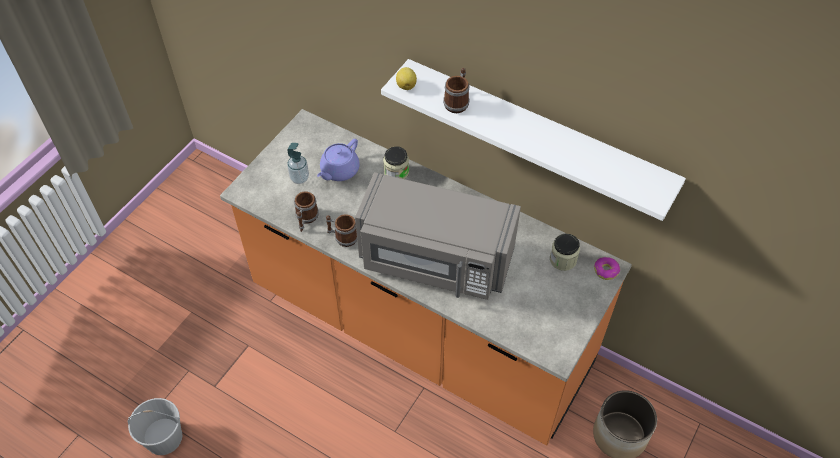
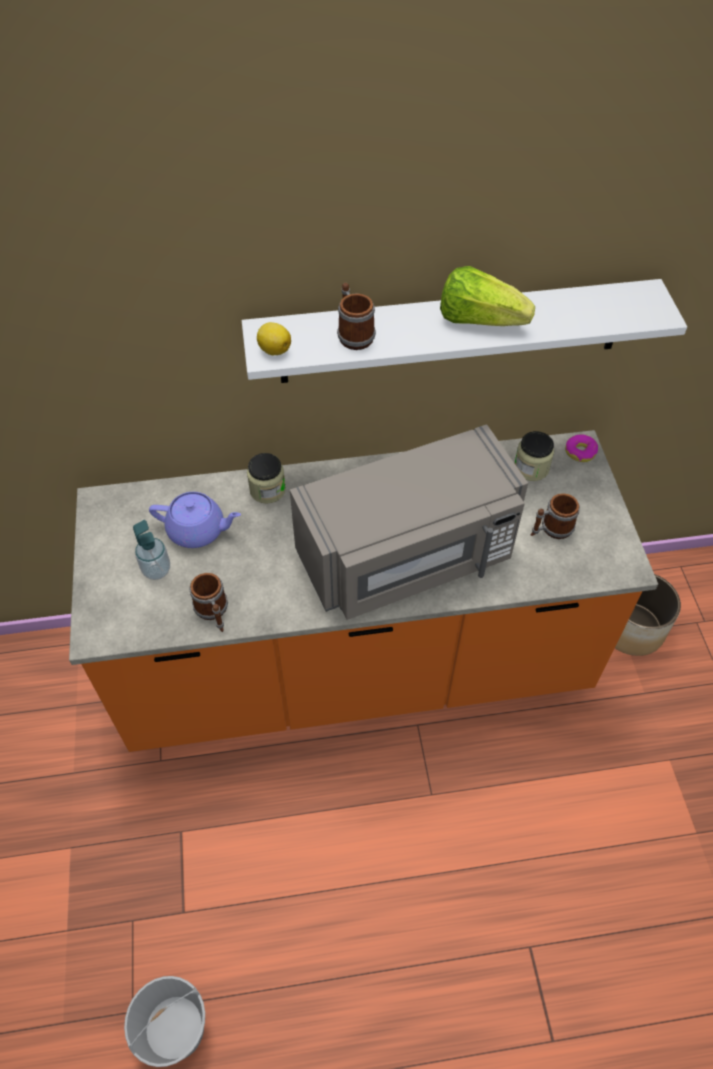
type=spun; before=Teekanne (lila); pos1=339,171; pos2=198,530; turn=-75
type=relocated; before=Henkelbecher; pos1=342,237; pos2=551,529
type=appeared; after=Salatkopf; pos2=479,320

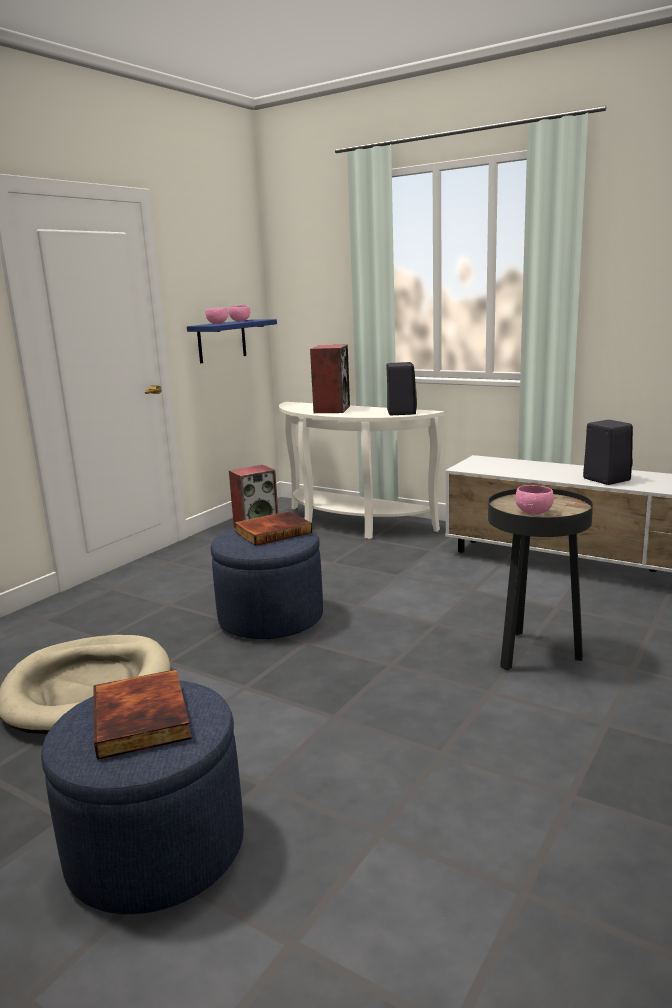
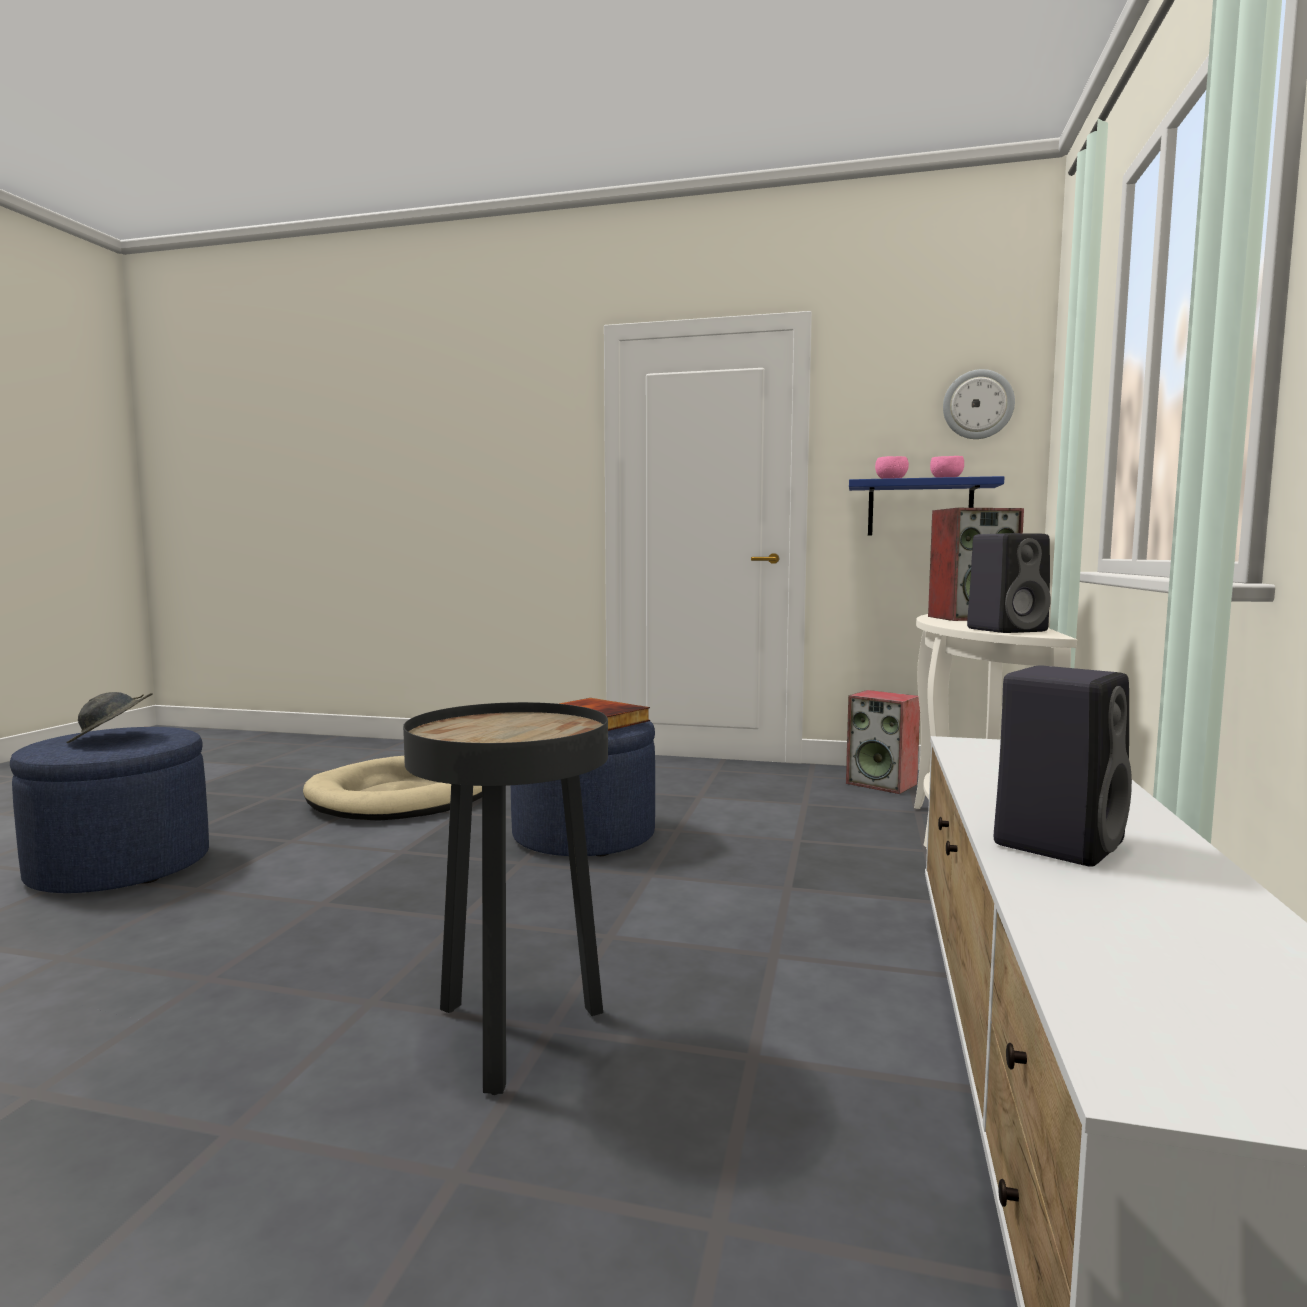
type=missing; before=Schüssel (rosa); pos1=535,512
type=exchanged; before=Buch; after=Hut (grau); pos1=144,718; pos2=112,738
type=appeared; after=Wanduhr; pos2=978,404

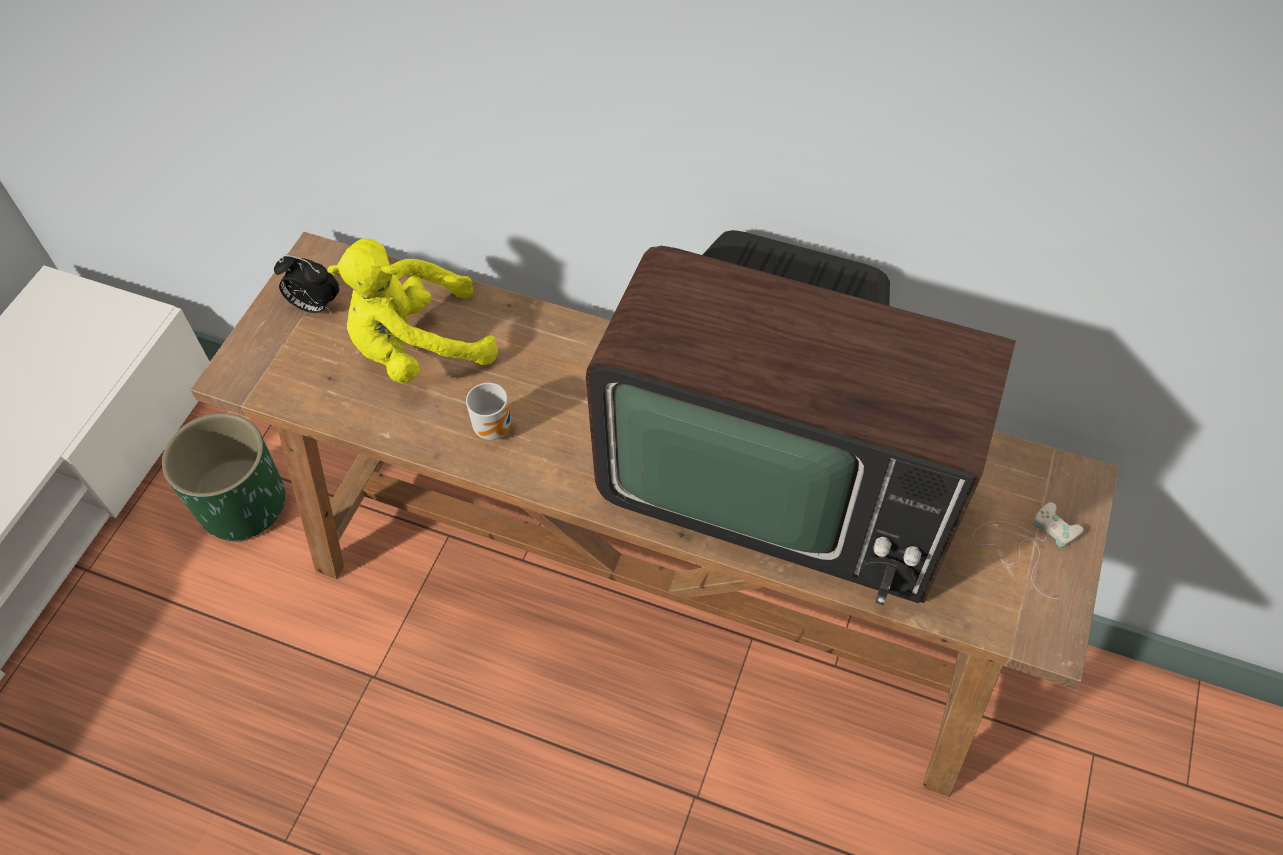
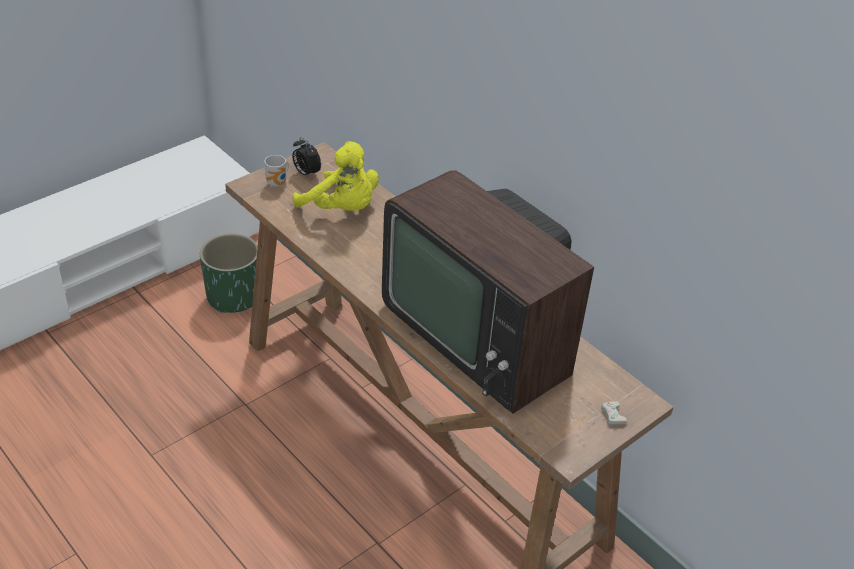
type=spun; before=Plüschtier (gelb); pos1=417,348; pos2=342,209; turn=-150
type=relocated; before=Henkelbecher; pos1=496,427; pos2=278,183

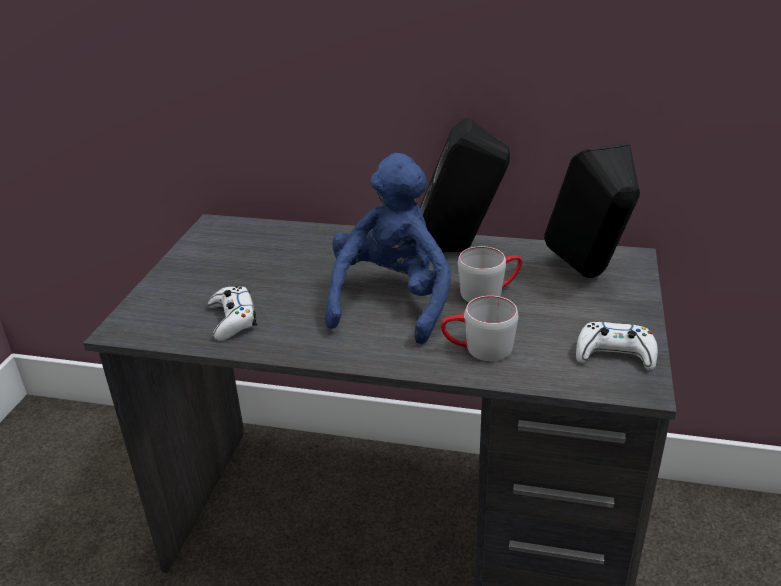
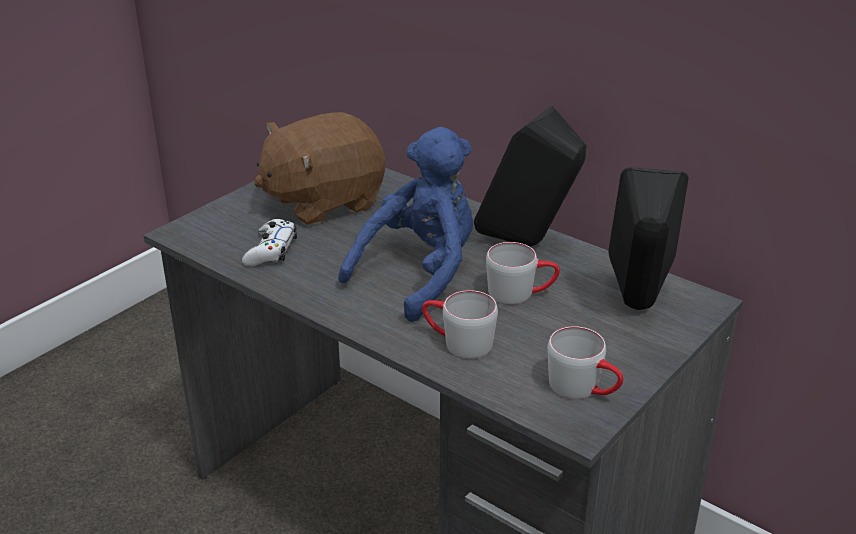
type=exchanged; before=Gamepad (weiß); after=Henkelbecher (grau); pos1=614,354; pos2=584,389
type=appeared; after=Plüschtier (braun); pos2=323,202

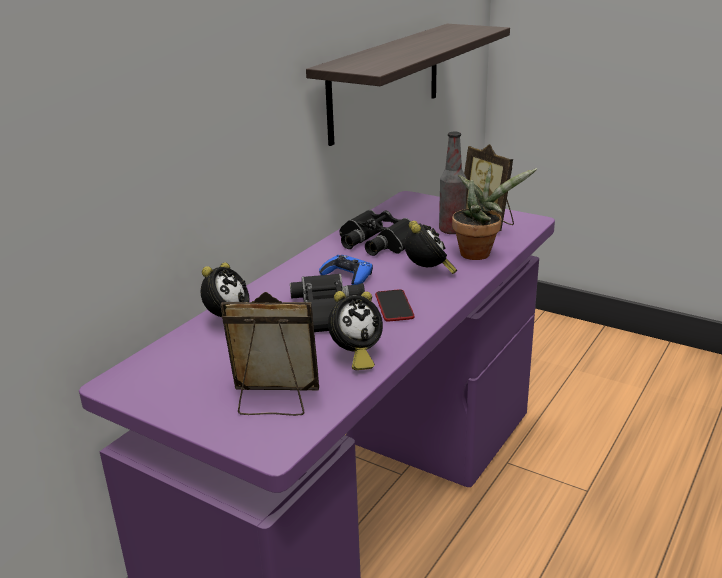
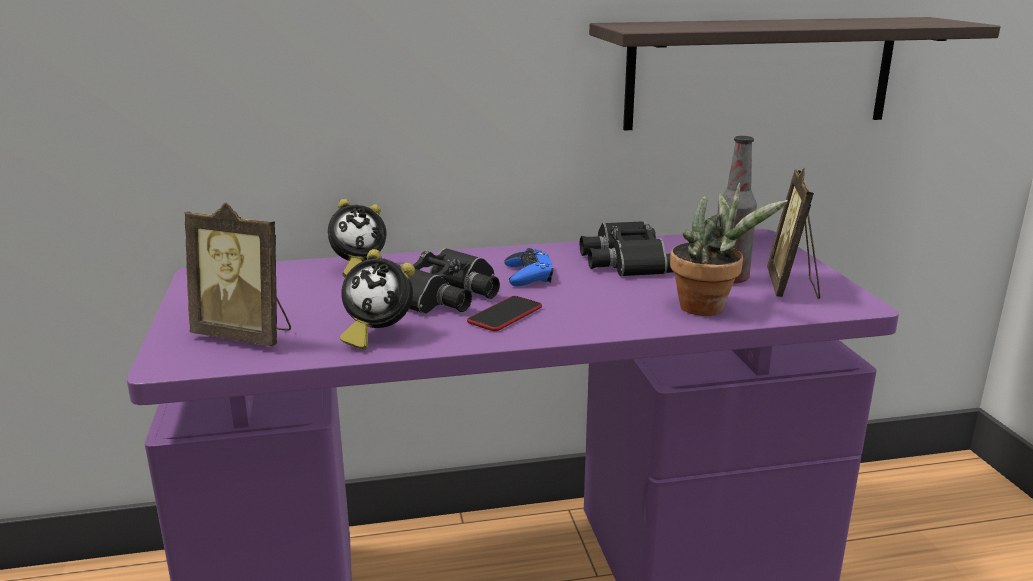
type=missing; before=Wecker; pos1=428,273
type=spun; before=Bilderrahmen; pos1=274,402; pos2=246,335; turn=150

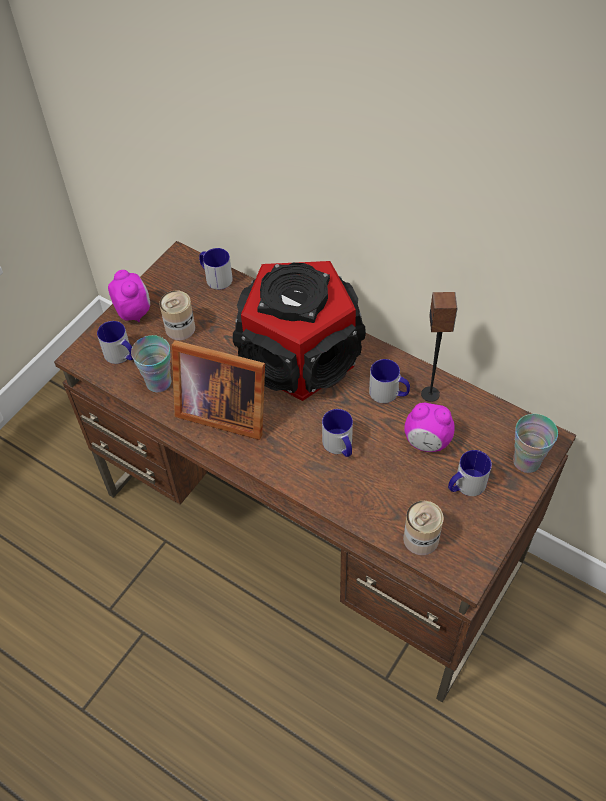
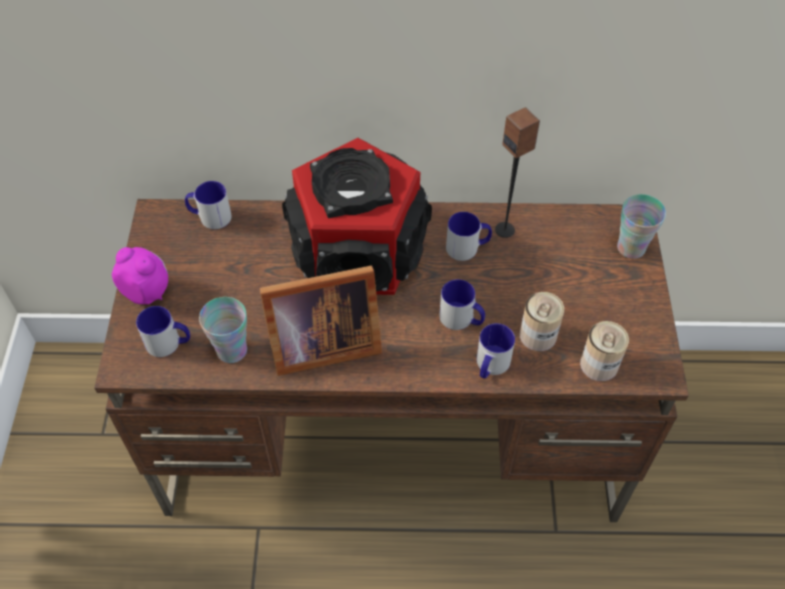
type=relocated; before=Dose; pos1=180,328; pos2=538,335
type=missing; before=Wecker; pos1=427,442
type=relocated; before=Henkelbecher; pos1=465,485; pos2=490,366

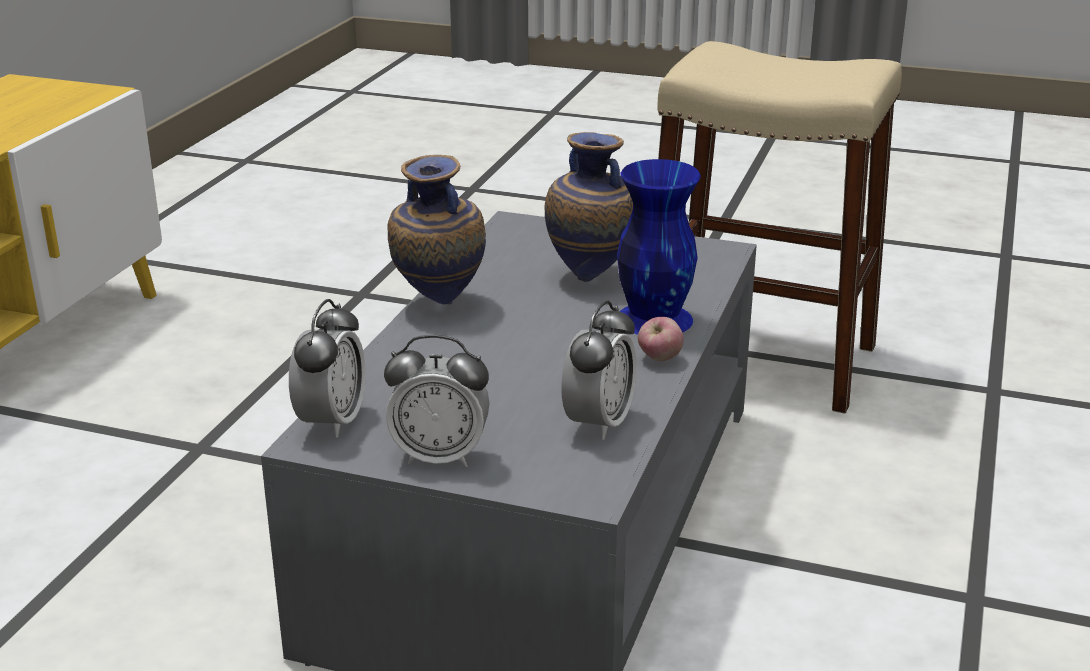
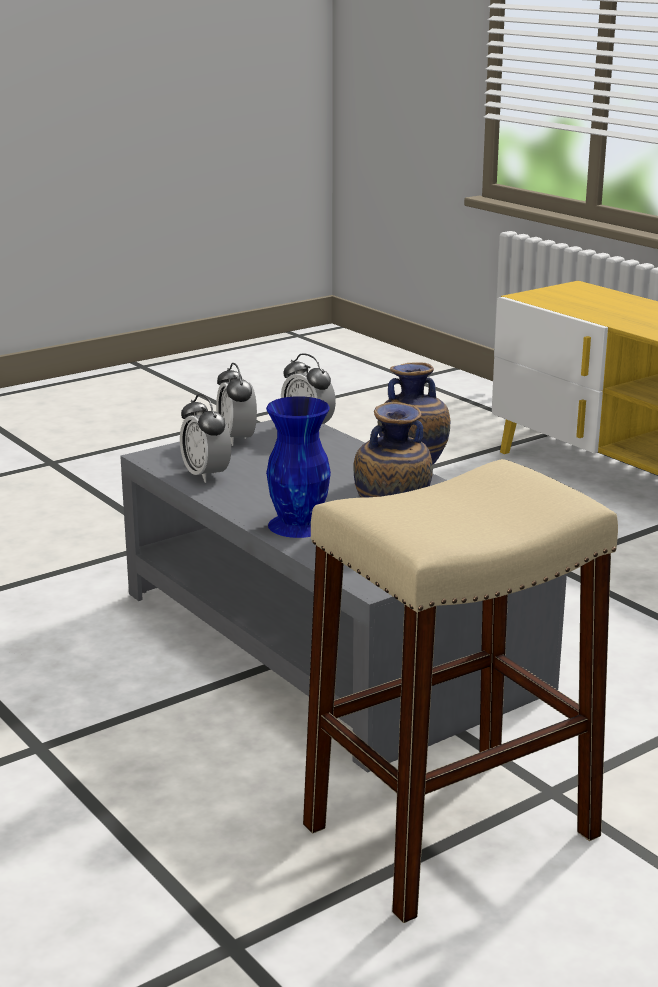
type=missing; before=Apfel; pos1=660,359
type=spun; before=Wecker; pos1=440,456; pos2=237,439; turn=-60

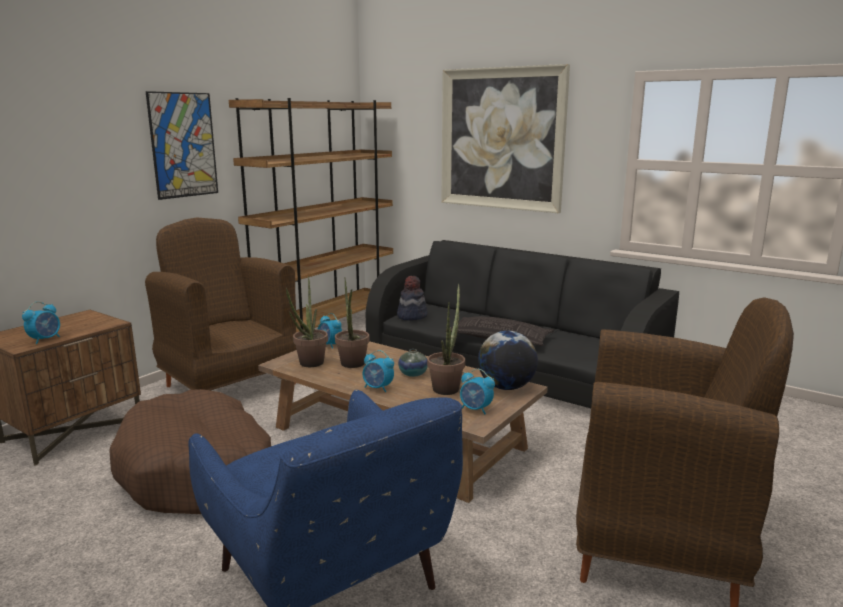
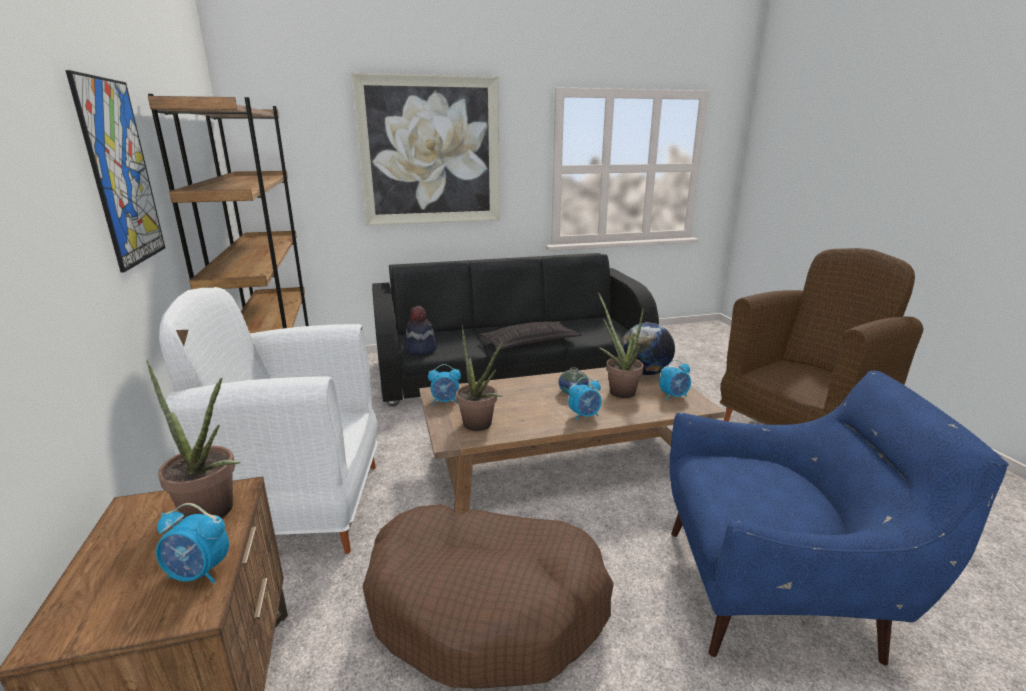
type=colour; before=Sessel (braun); after=Sessel (weiß); pos1=230,385; pos2=301,508
type=relocated; before=Topfpflanze; pos1=353,365; pos2=214,515
type=spun; before=Wecker; pos1=45,339; pos2=199,573; turn=120

